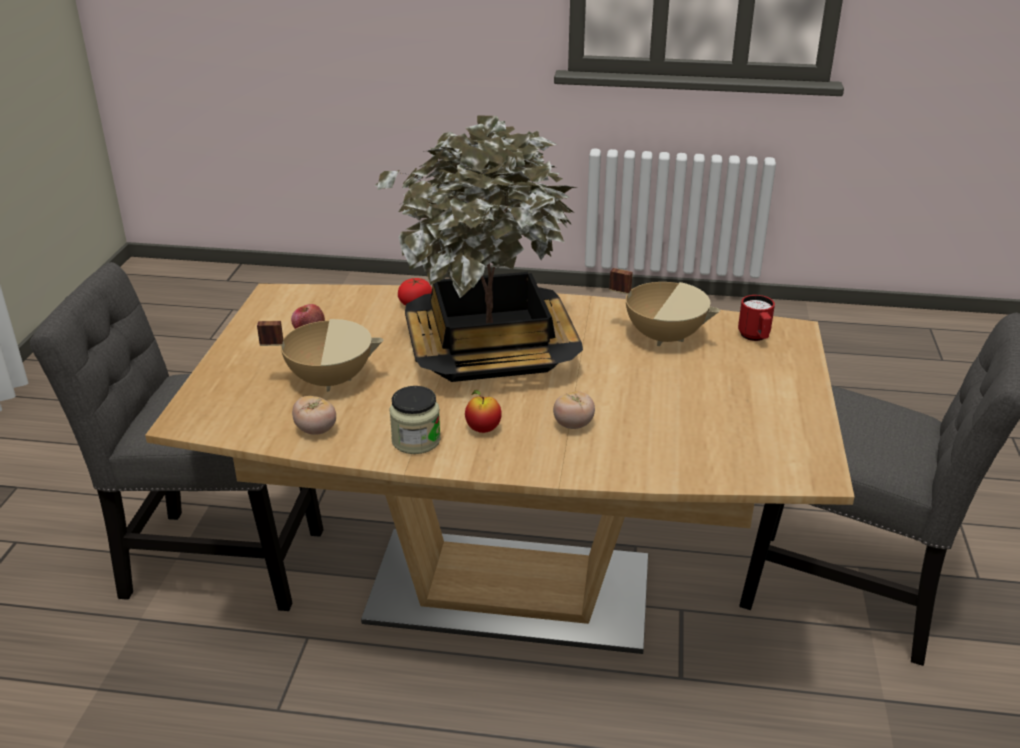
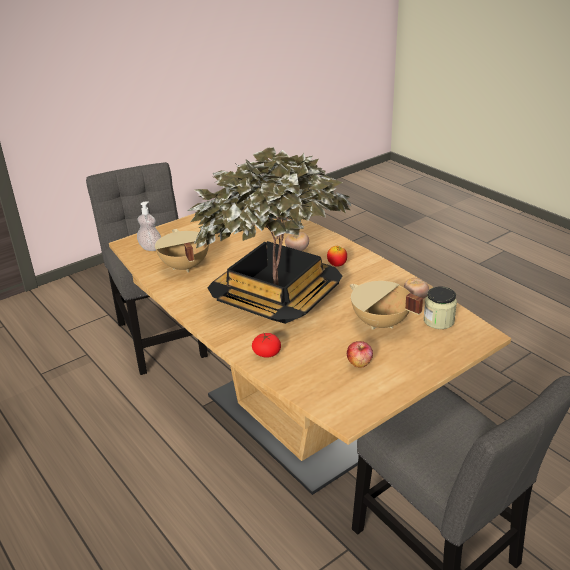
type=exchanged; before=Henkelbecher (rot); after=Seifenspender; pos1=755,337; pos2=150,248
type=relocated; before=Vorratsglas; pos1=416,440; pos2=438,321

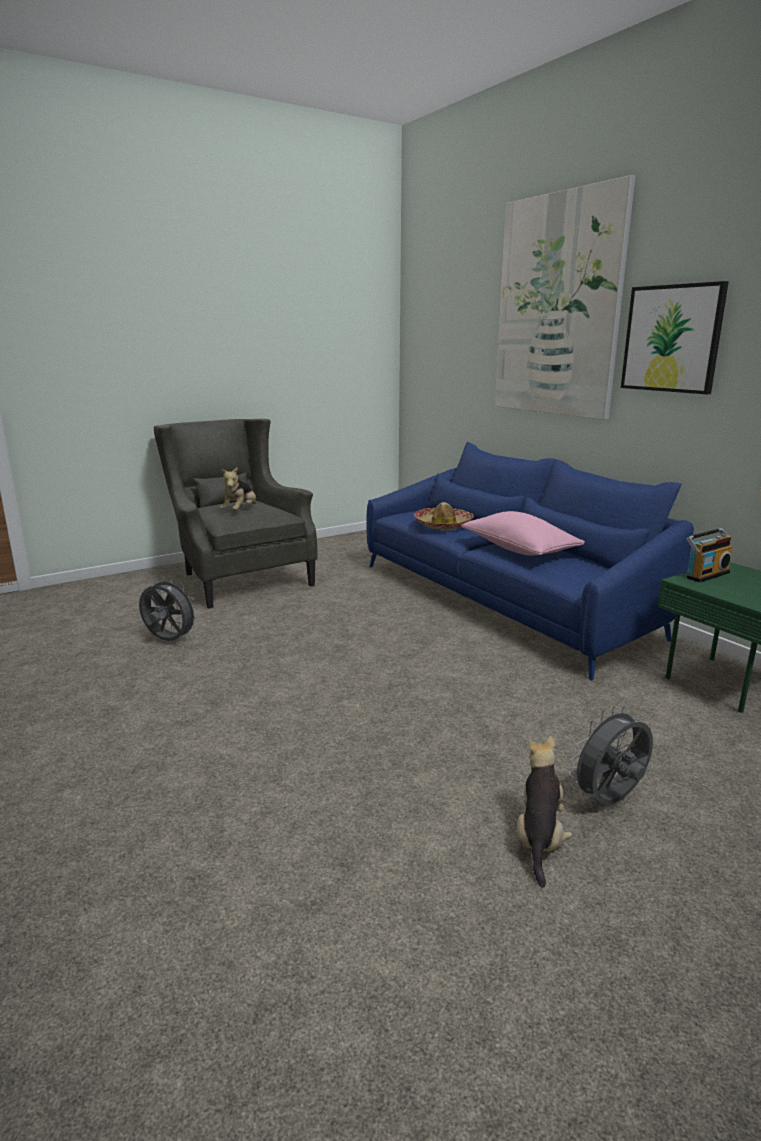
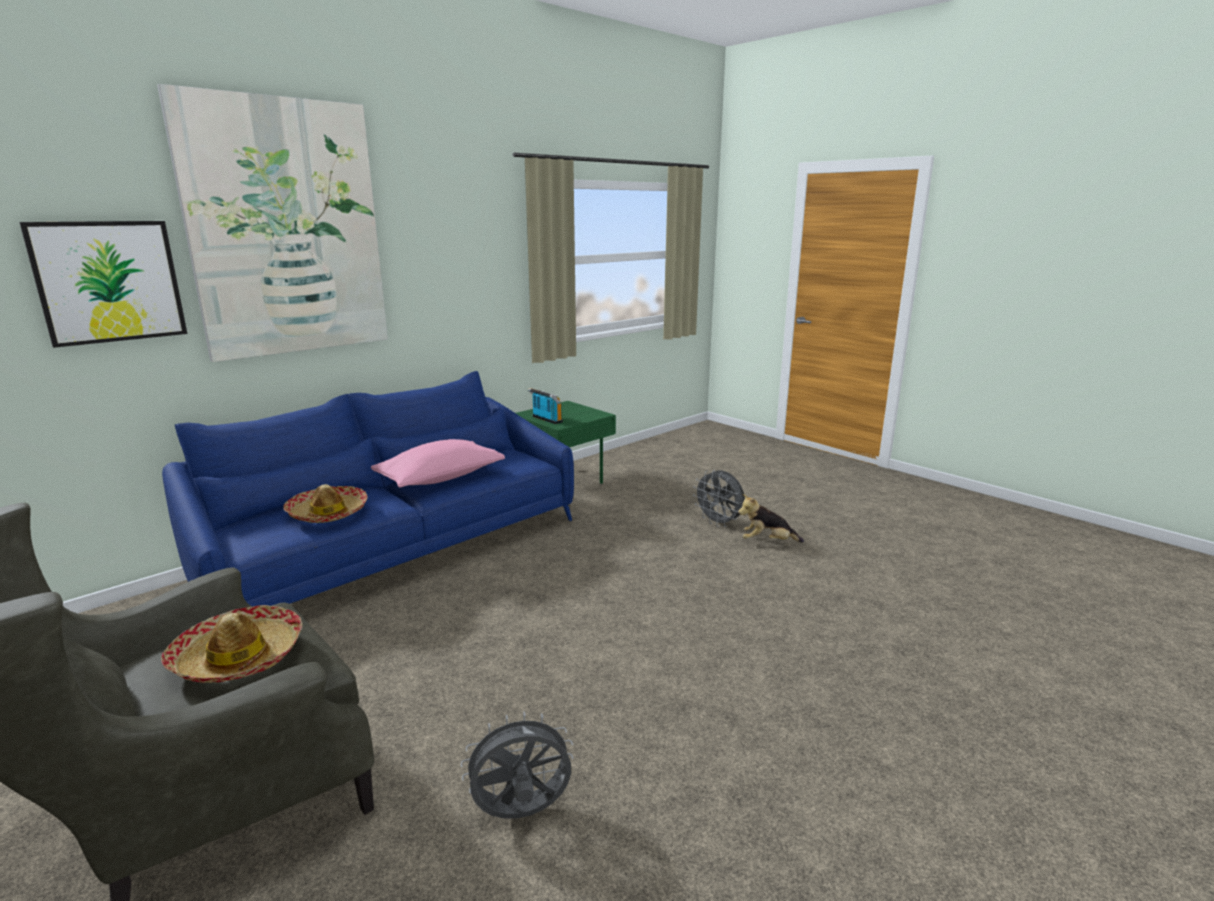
type=relocated; before=Bild; pos1=672,339; pos2=109,282
type=exchanged; before=Plüschtier; after=Hut; pos1=240,511; pos2=239,657
type=spun; before=Ventilator (grau); pos1=169,641; pos2=521,814; turn=60

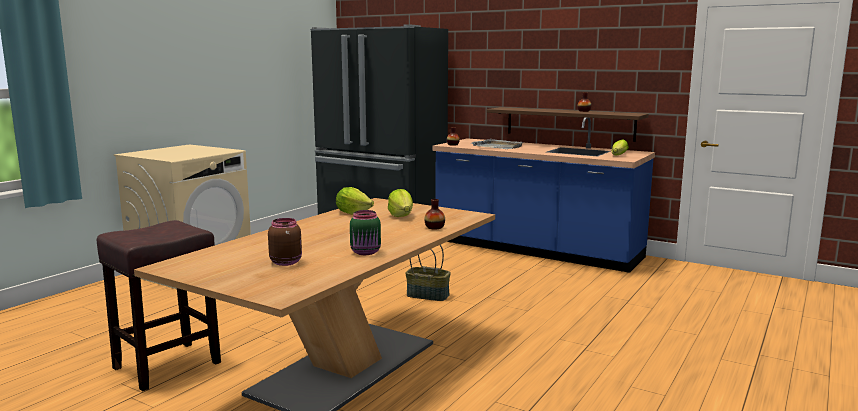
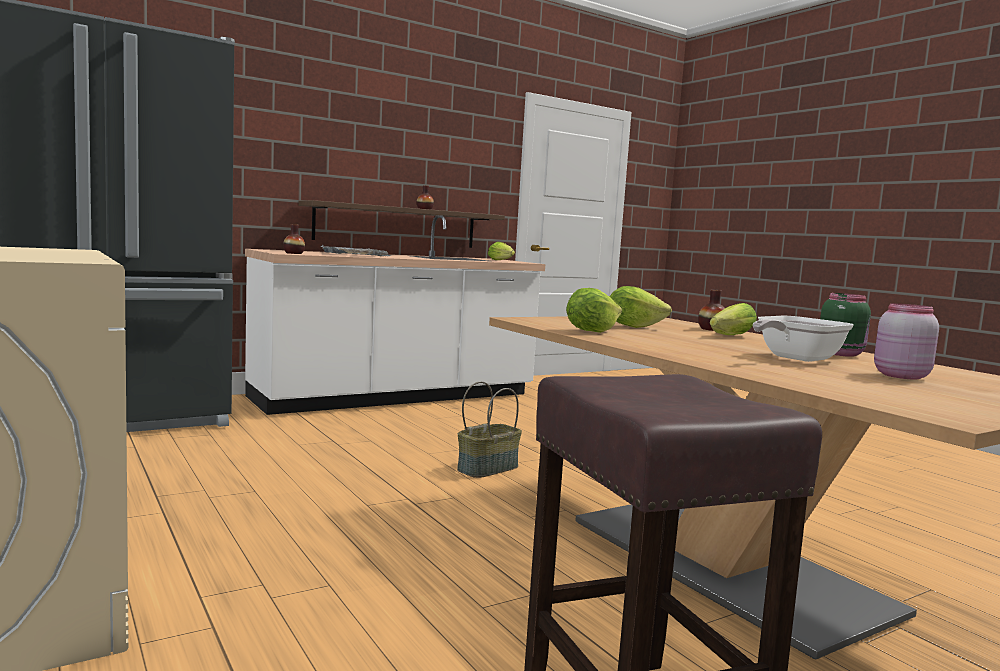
type=colour; before=Küchenzeile (blau); after=Küchenzeile (weiß); pos1=536,250; pos2=396,397
type=colour; before=Vorratsglas (braun); after=Vorratsglas (rosa); pos1=286,262; pos2=899,376
type=appeared; after=Salatkopf; pos2=729,336
type=appeared; after=Pfanne; pos2=794,358

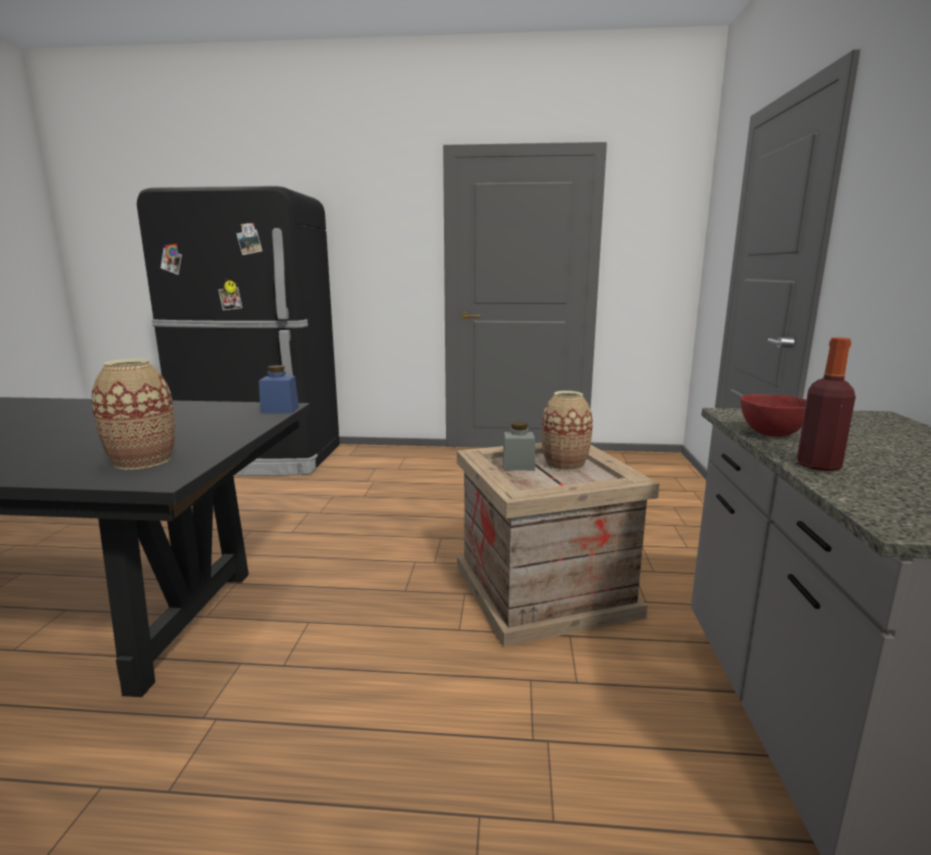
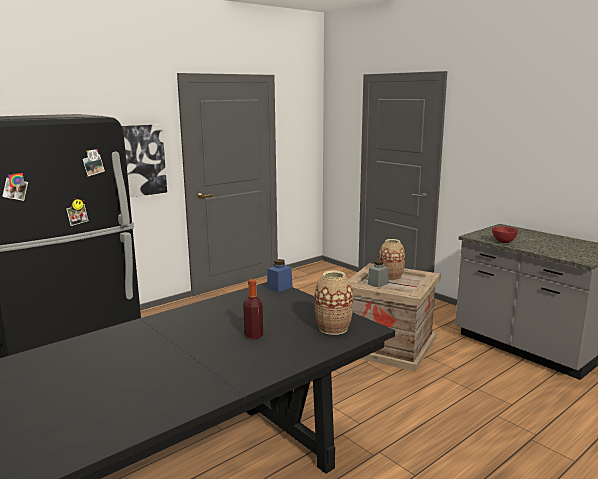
type=relocated; before=Flasche; pos1=818,465; pos2=253,336
type=appeared; after=Bild; pos2=141,160

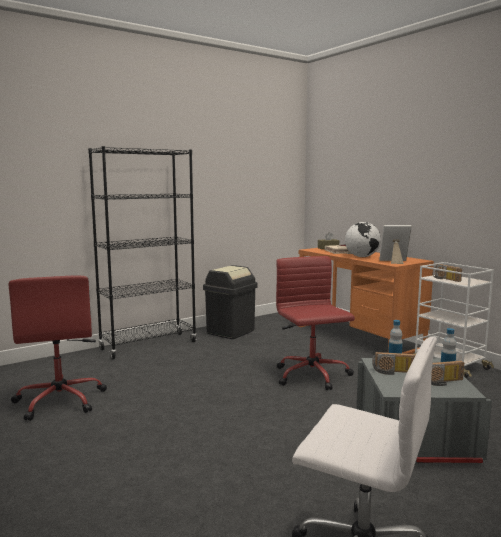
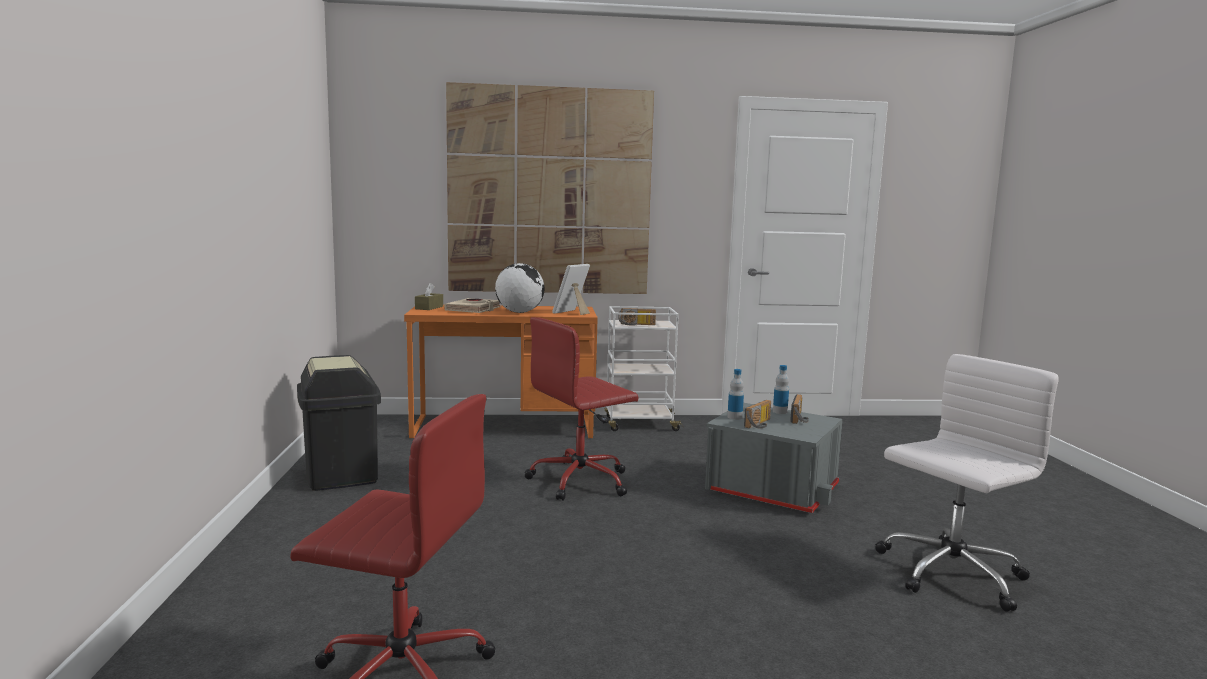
type=missing; before=Bücherregal (schwarz); pos1=148,345
type=spun; before=Bürostuhl (rot); pos1=312,376; pos2=581,481; turn=-45
type=appeared; after=Bild; pos2=550,192

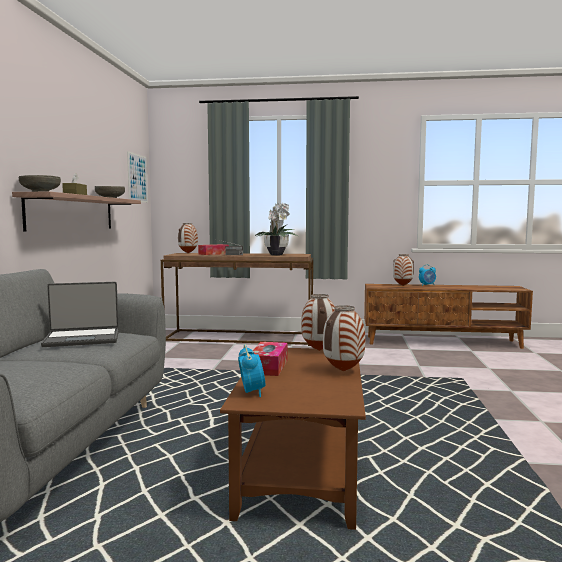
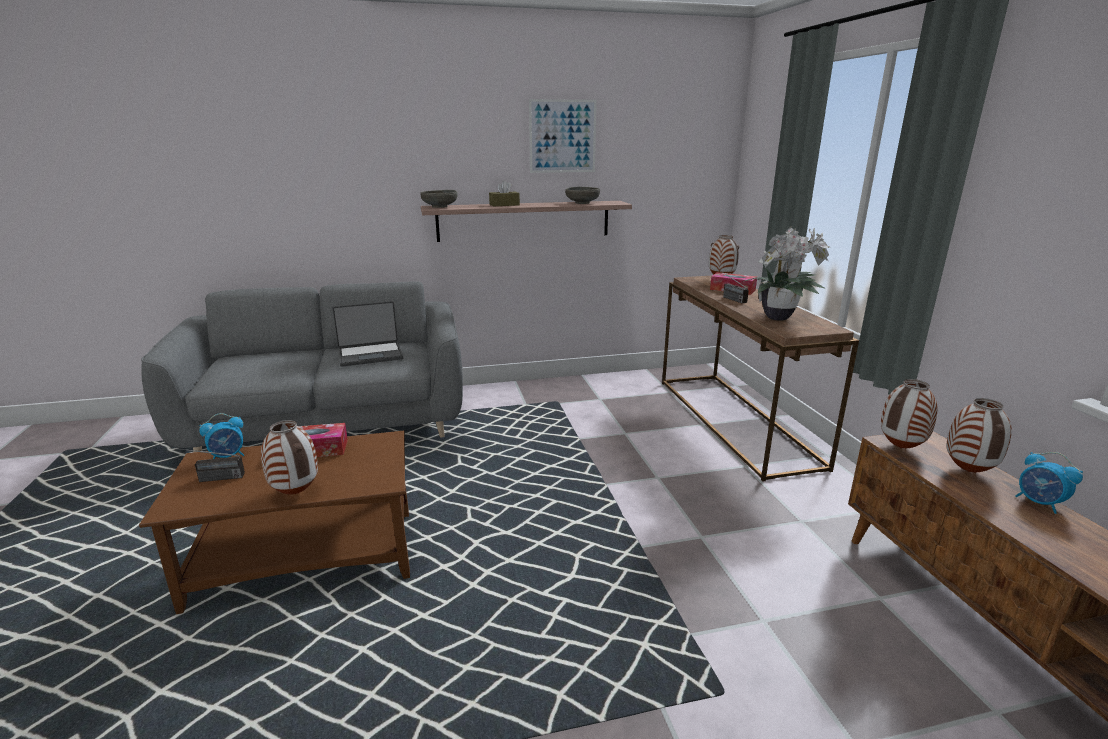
type=relocated; before=Bild; pos1=137,178; pos2=562,136
type=spun; before=Laptop; pos1=82,339; pos2=370,355; turn=-75
type=relocated; before=Vase; pos1=319,350; pos2=901,448
type=appeared; after=Radio; pos2=210,479

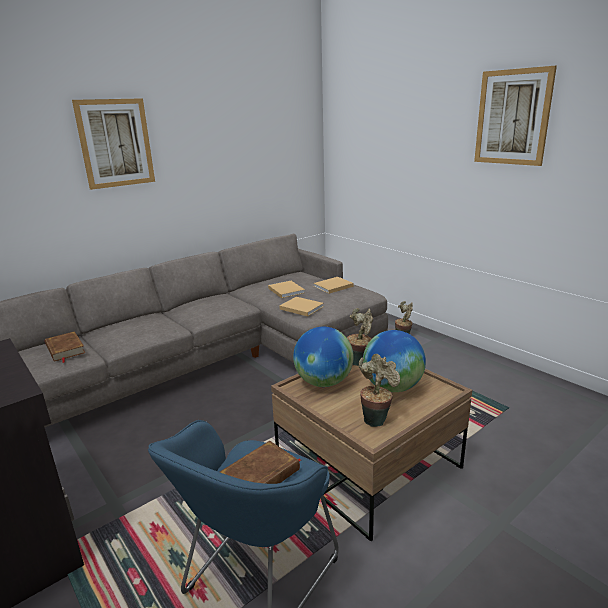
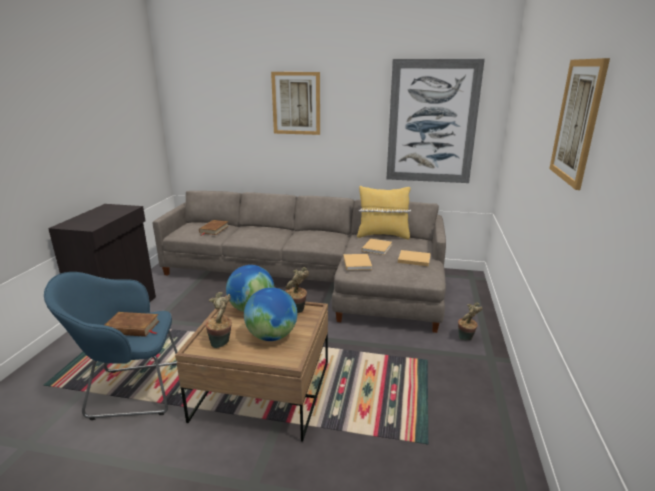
type=appeared; after=Bild; pos2=432,122
type=appeared; after=Kissen (gelb); pos2=382,235

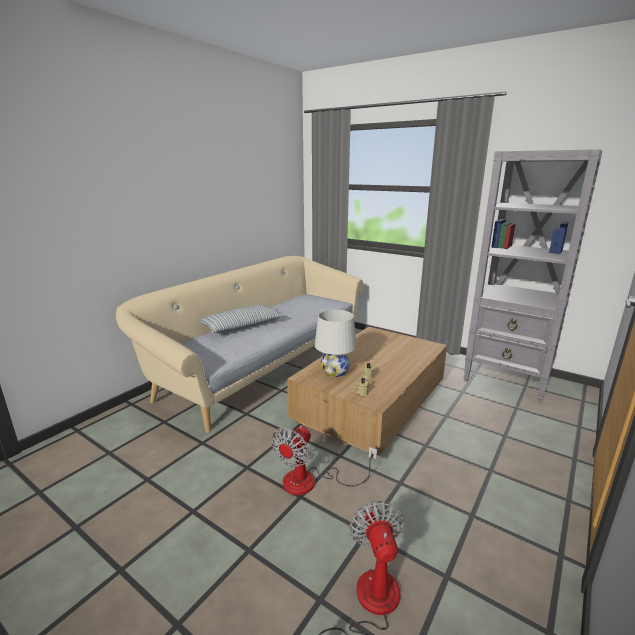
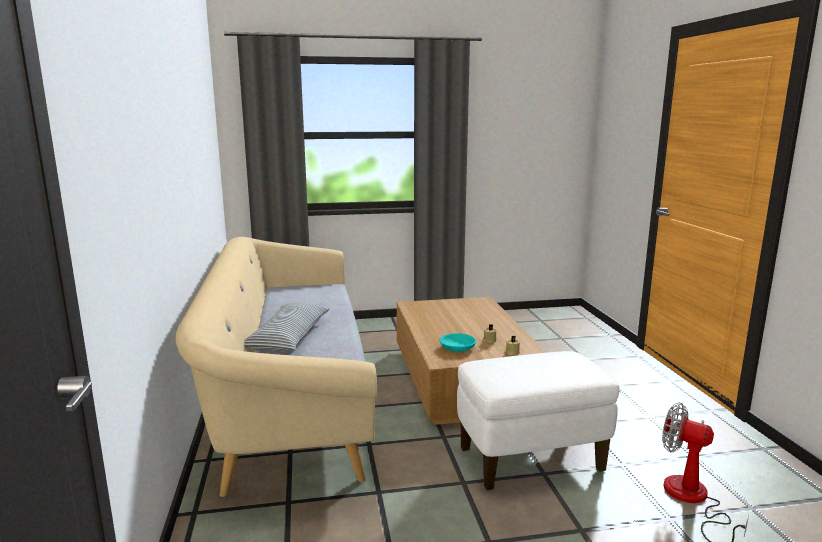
type=missing; before=Bücherregal (grau); pos1=507,380
type=exchanged; before=Tischlampe (weiß); after=Schüssel (türkis); pos1=334,372; pos2=457,347
type=exchanged; before=Ventilator; after=Polsterhocker (weiß); pos1=311,481; pos2=531,459

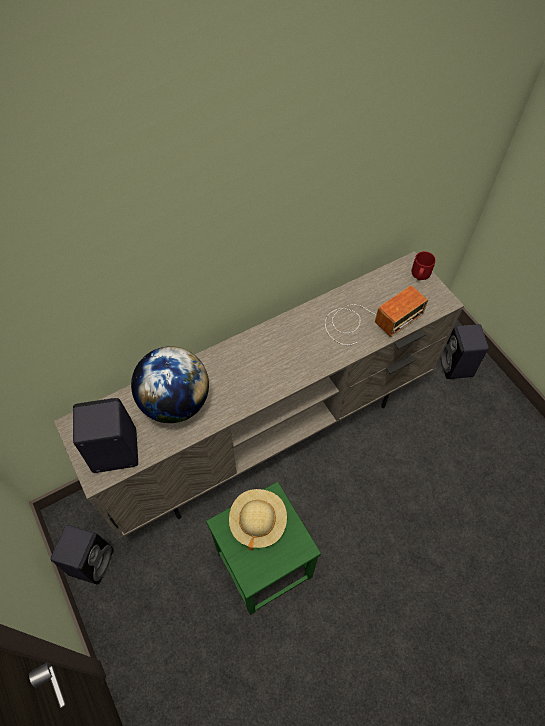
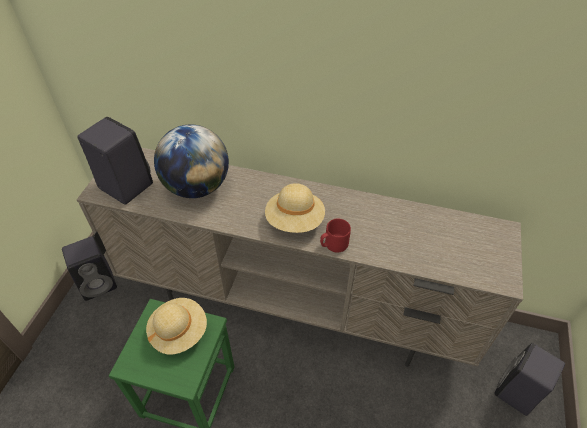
type=relocated; before=Henkelbecher (rot); pos1=420,274; pos2=333,244
type=missing; before=Radio; pos1=369,320
type=appeared; after=Hut (beige); pos2=295,221

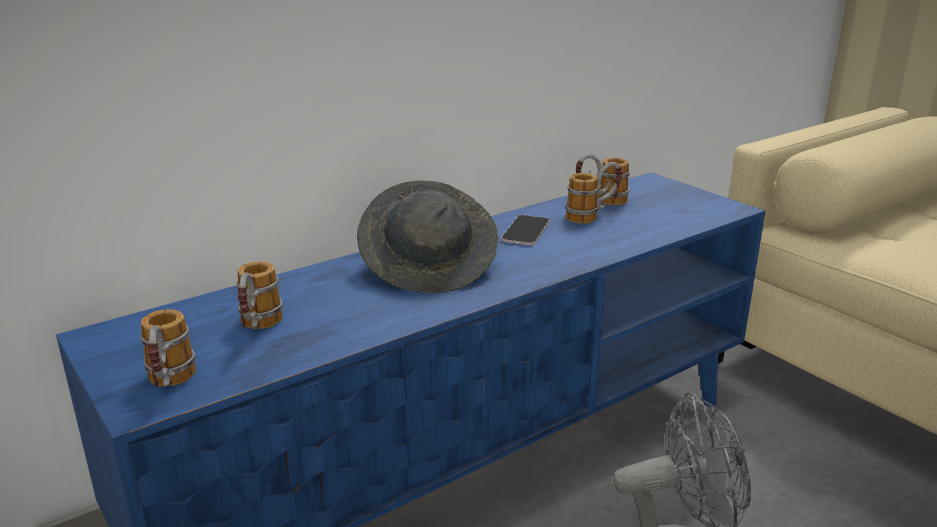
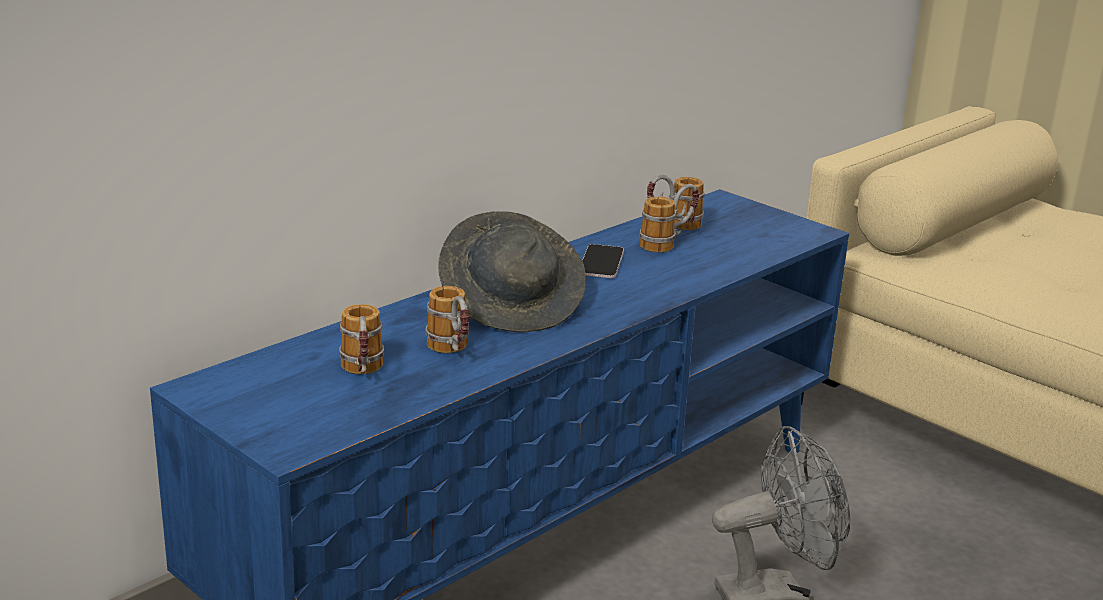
type=relocated; before=Henkelbecher; pos1=169,386; pos2=452,353

